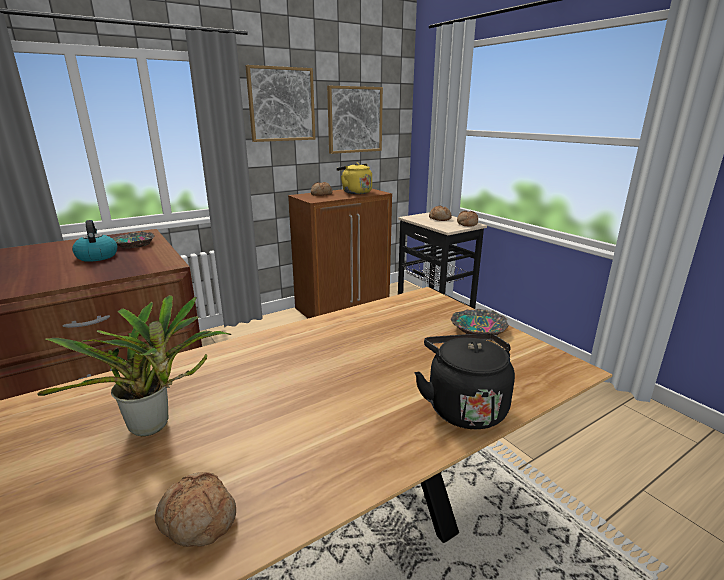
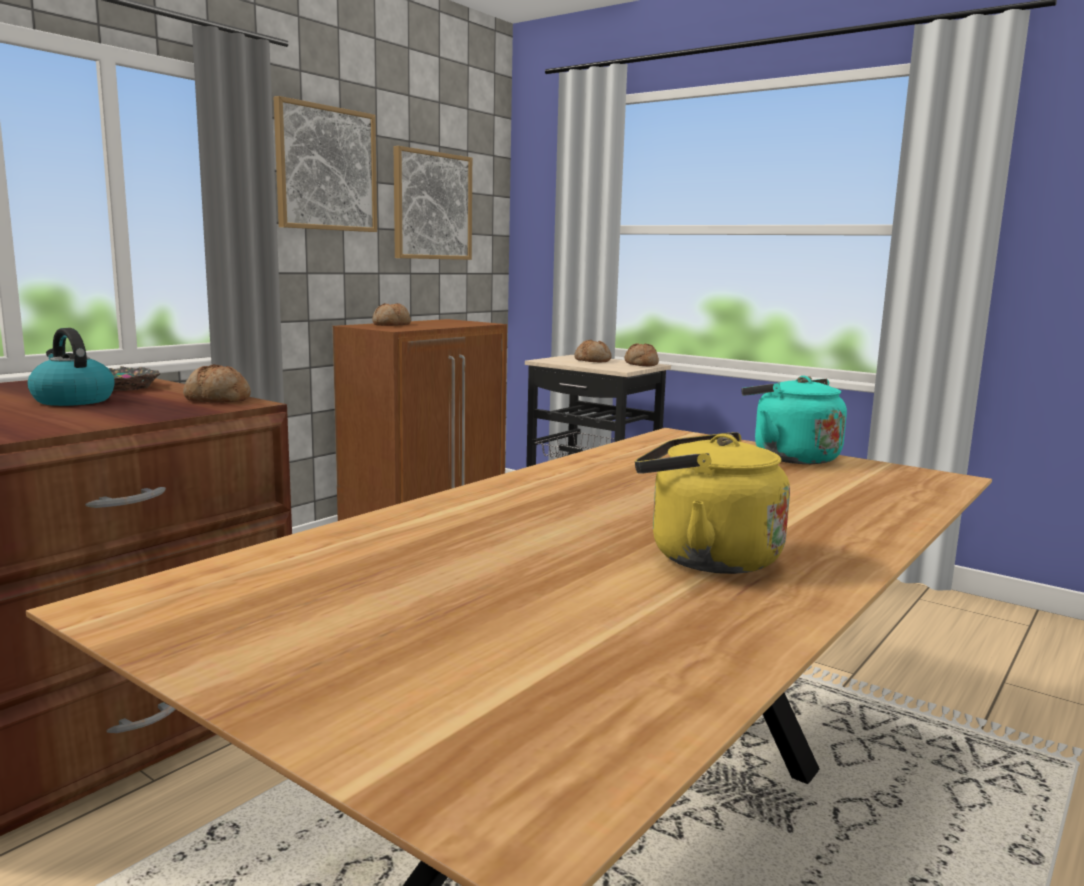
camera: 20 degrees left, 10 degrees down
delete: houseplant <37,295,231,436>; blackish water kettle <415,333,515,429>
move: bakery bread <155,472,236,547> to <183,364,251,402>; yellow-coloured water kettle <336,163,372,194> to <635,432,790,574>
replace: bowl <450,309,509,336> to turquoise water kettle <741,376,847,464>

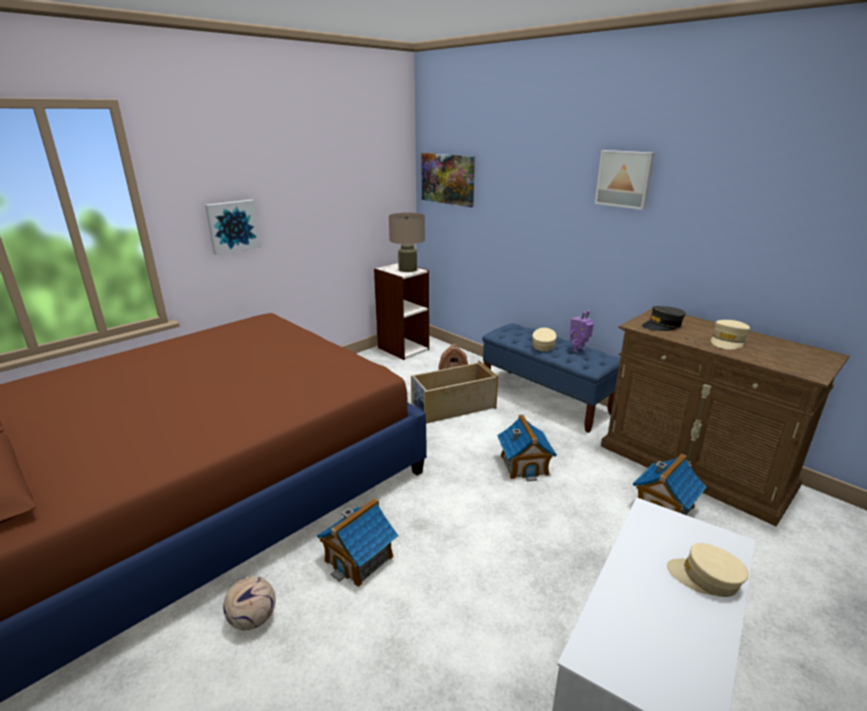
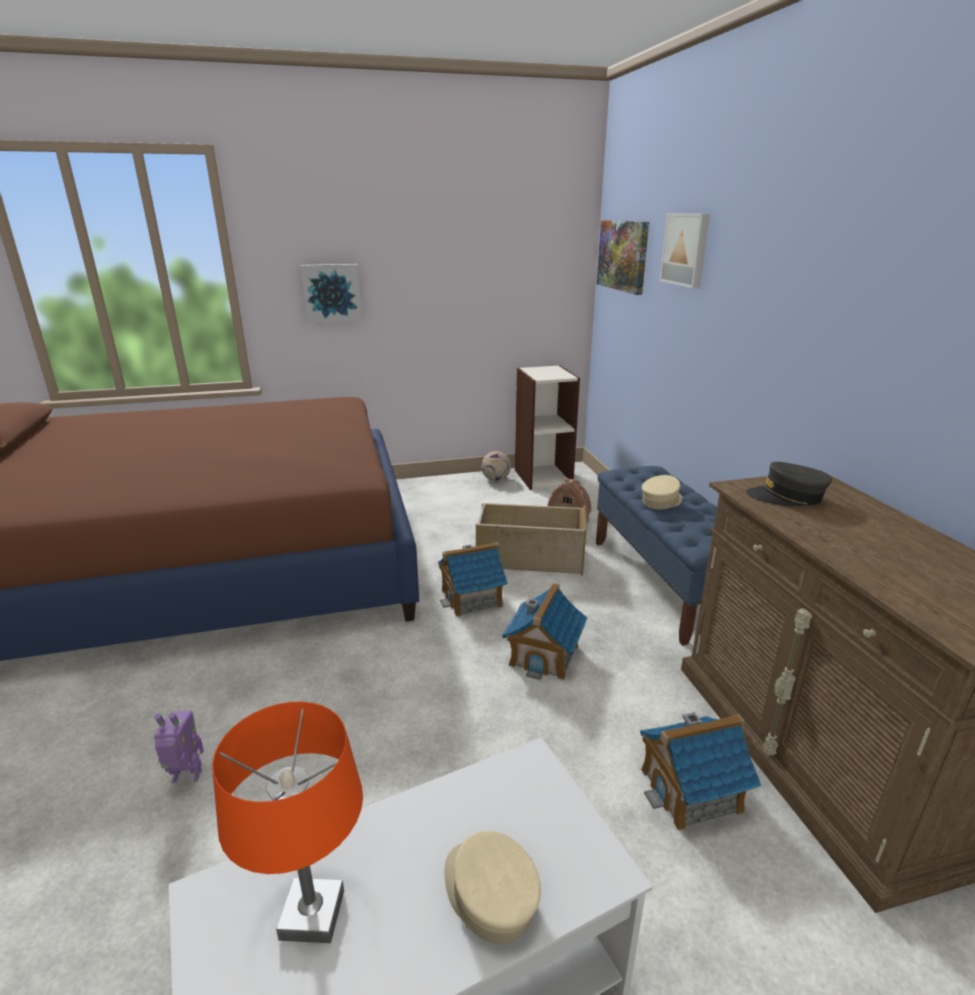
camera: 30 degrees right, 0 degrees up
delete: beige tabletop lamp <389,213,425,272>; beige baseball cap <711,320,750,349>
insert: orange-coloured tabletop lamp <212,701,363,943>
move: ball for football <223,576,276,630> to <481,451,511,481>; model house <317,498,398,587> to <438,542,508,617>; model robot <570,310,594,353> to <154,710,204,783>; wall art <595,150,655,210> to <659,213,710,288>

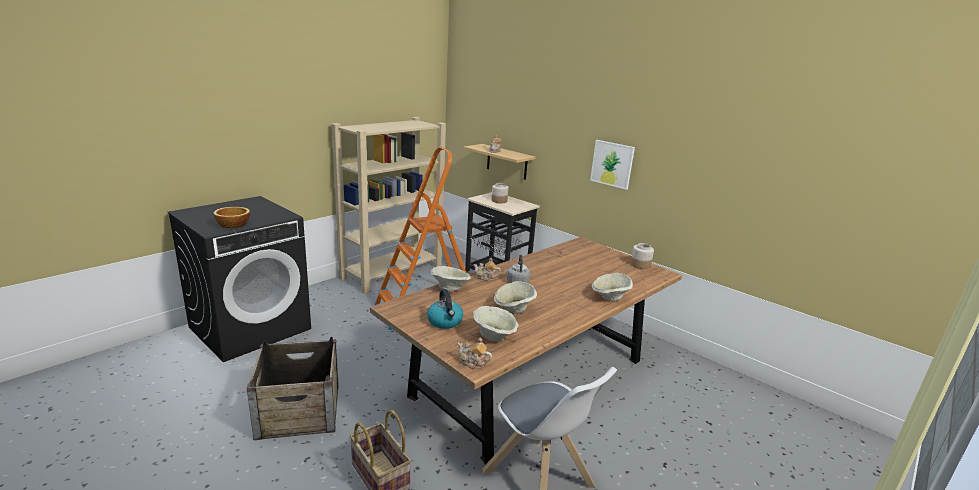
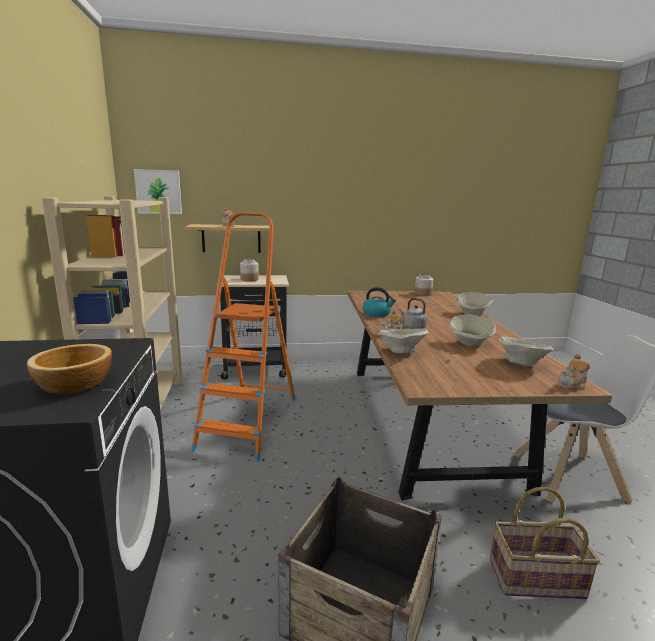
camera: 50 degrees left, 5 degrees down
move: water kettle <427,289,463,329> to <363,287,396,317>; wall art <590,140,635,190> to <134,169,182,214>

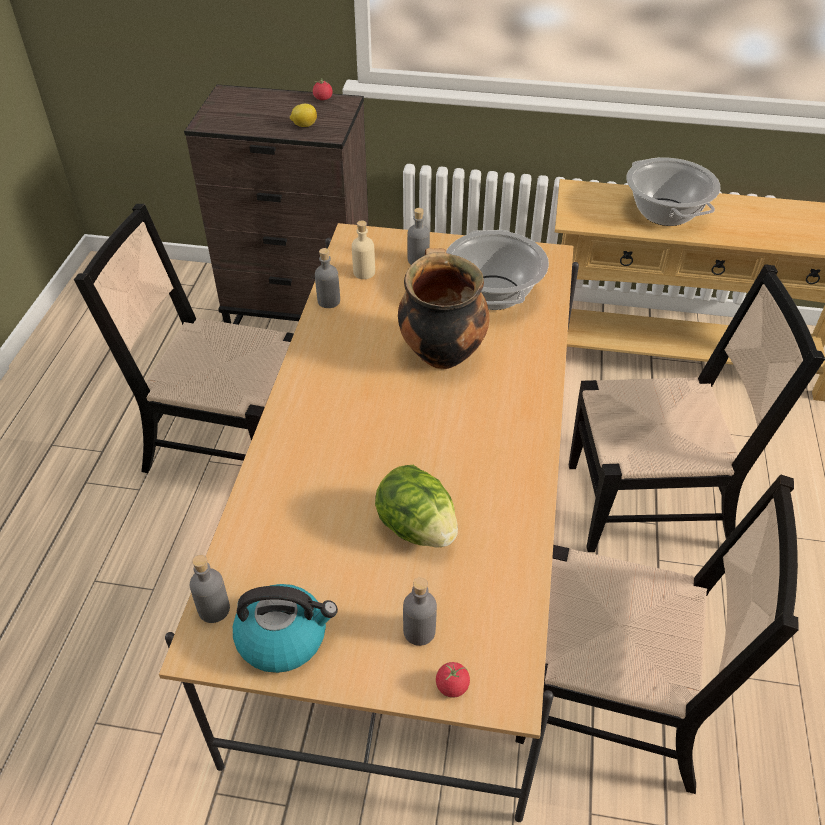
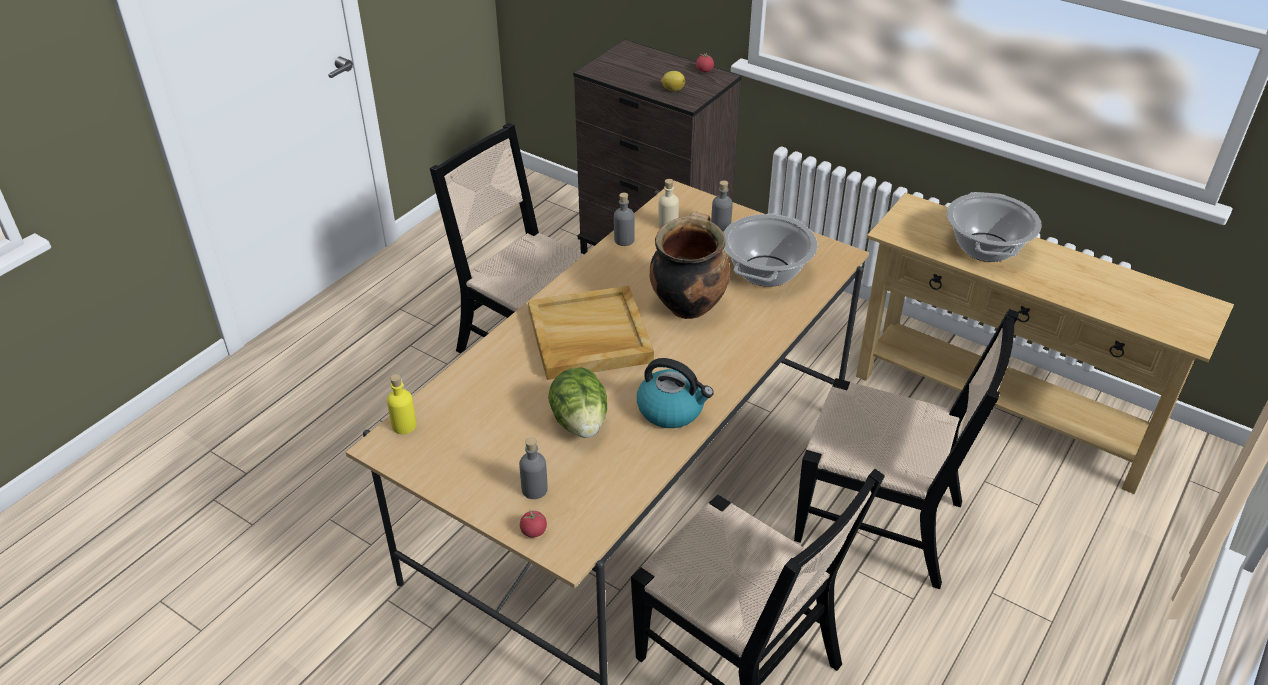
camera: 25 degrees right, 5 degrees down
insert: beige tray <528,286,654,380>
move: water kettle <233,584,338,673> to <637,358,714,428>
recolor: gray bottle <190,555,230,623> to yellow-coloured bottle <387,374,417,434>

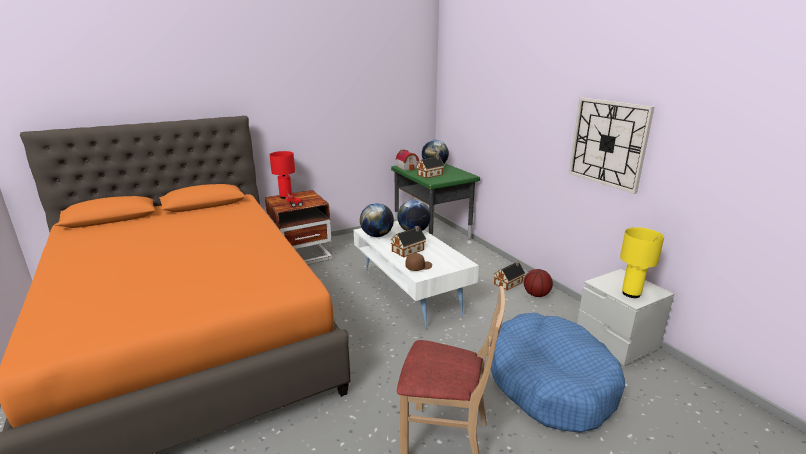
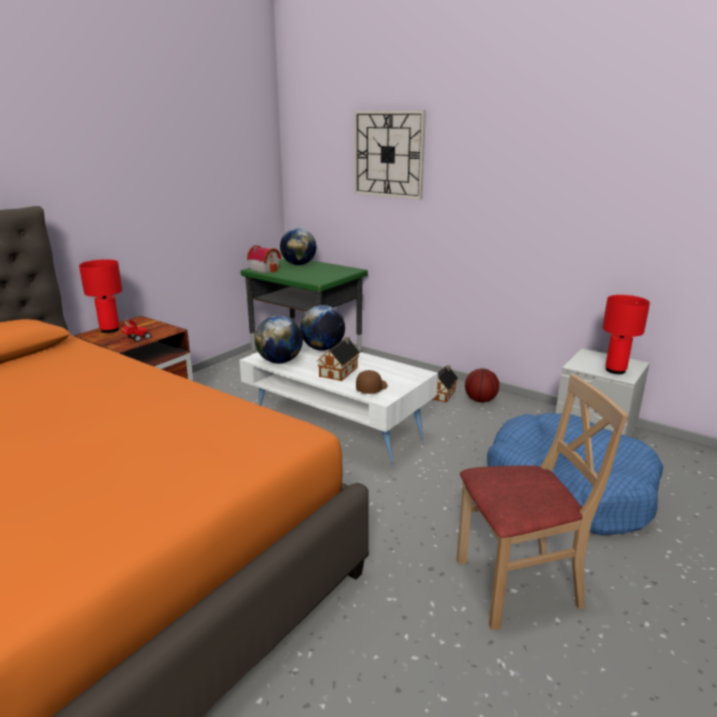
camera: 25 degrees left, 0 degrees up
delete: model house <416,155,445,178>
move: hanging clock <569,97,654,194> to <354,110,426,200>
recolor: yellow-coloured tabletop lamp <620,227,664,298> to reddish tabletop lamp <603,295,650,374>

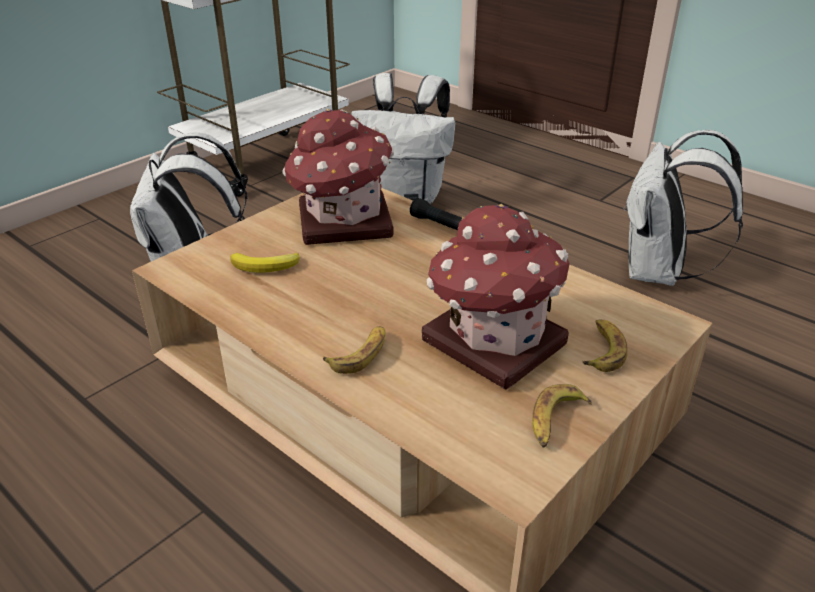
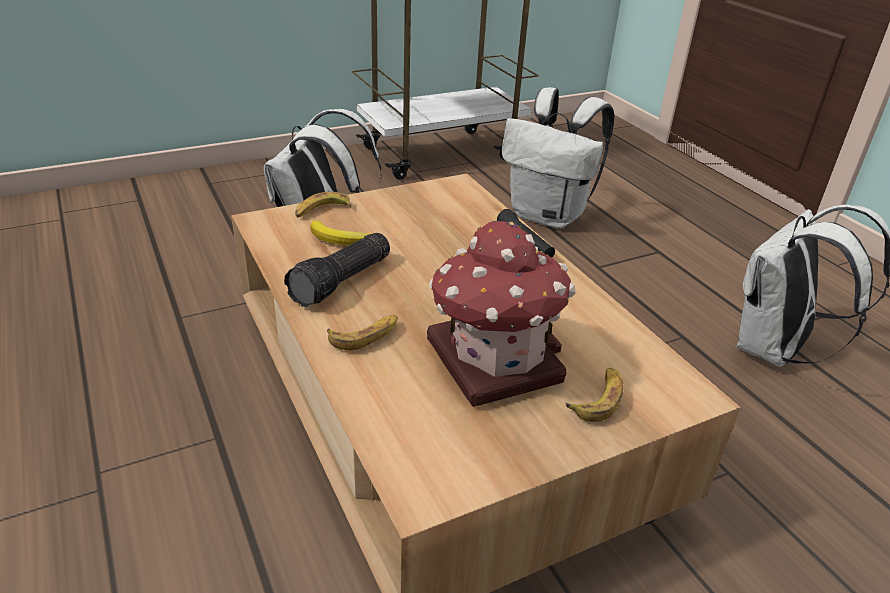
camera: 20 degrees right, 0 degrees up
delete: model house <282,109,394,245>
insert: flashlight <284,233,390,307>
move: whole banana <532,384,592,448> to <295,192,351,218>

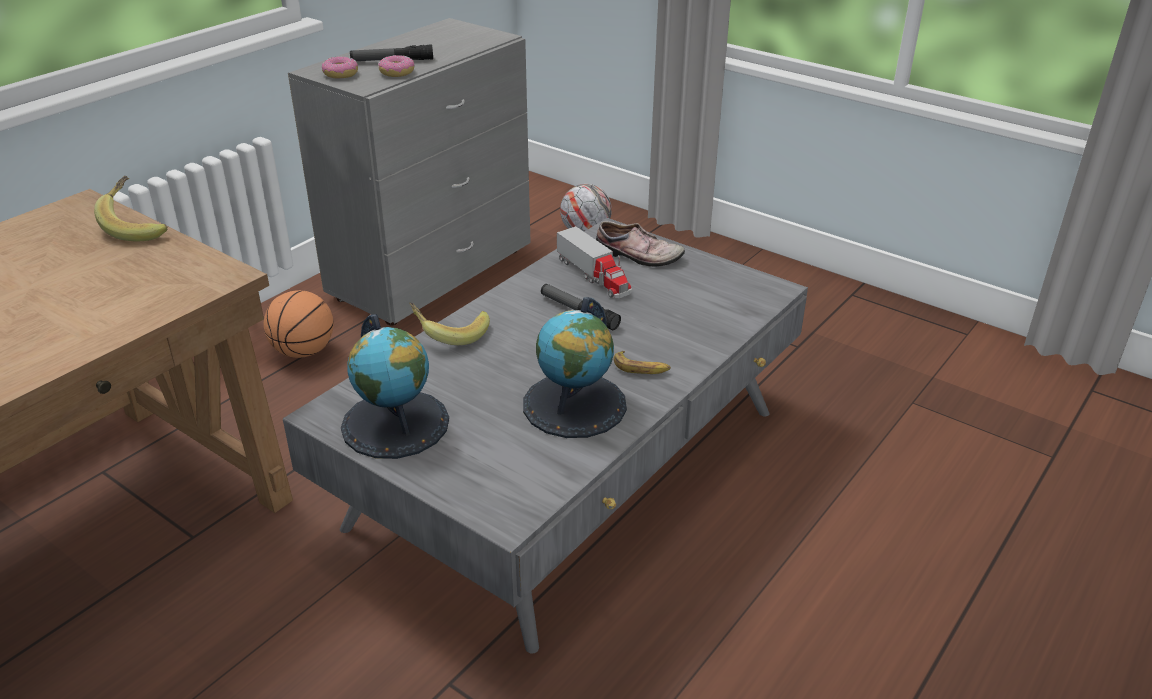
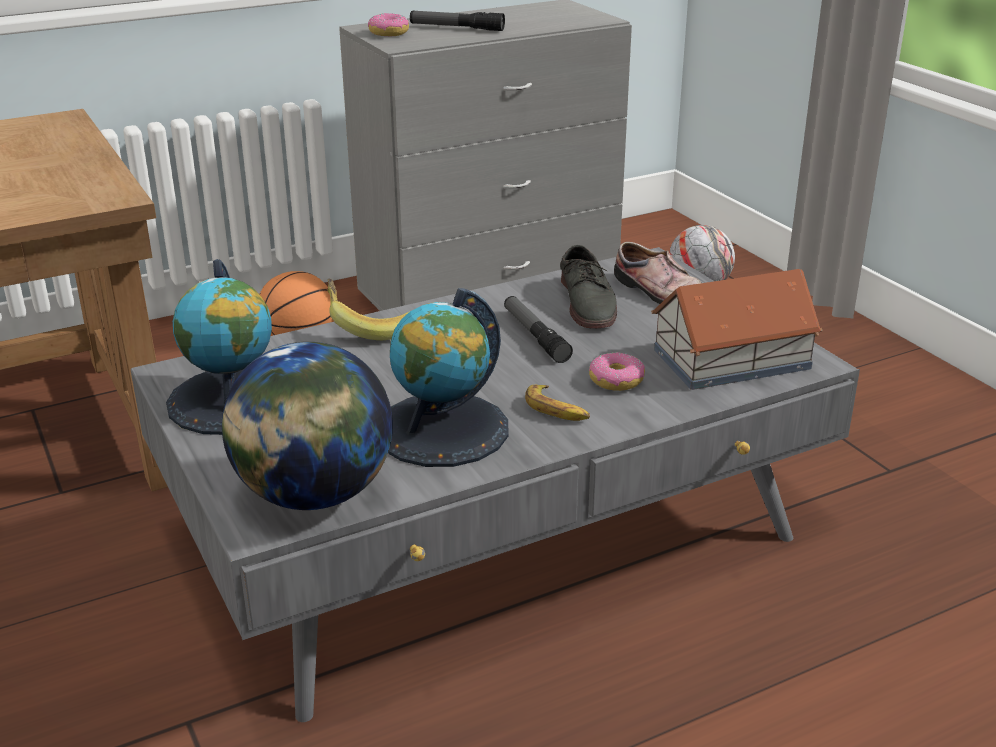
camera: 25 degrees right, 5 degrees down
delete: whole banana <94,176,168,241>
insert: desk globe <222,342,393,510>; model house <651,269,823,390>
move: doughnut <378,55,415,77> to <589,352,645,391>
replace: toy truck <557,226,632,298> to gray low shoe <560,245,617,328>

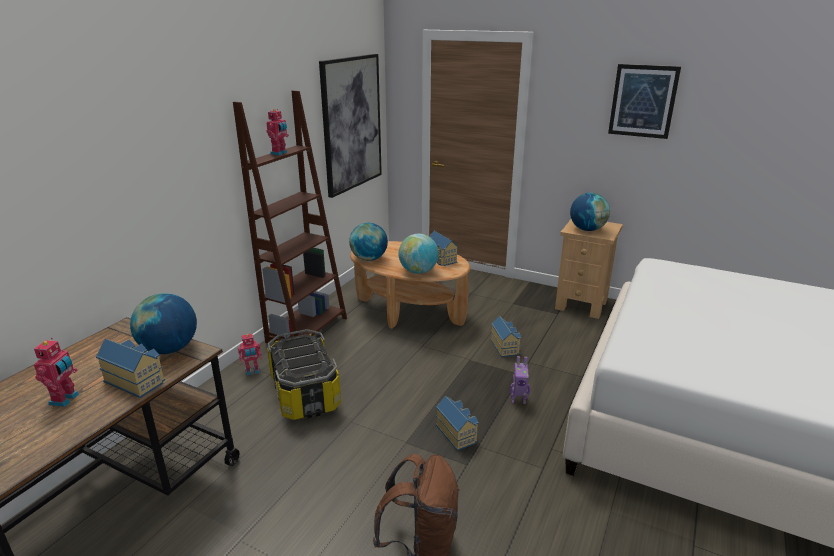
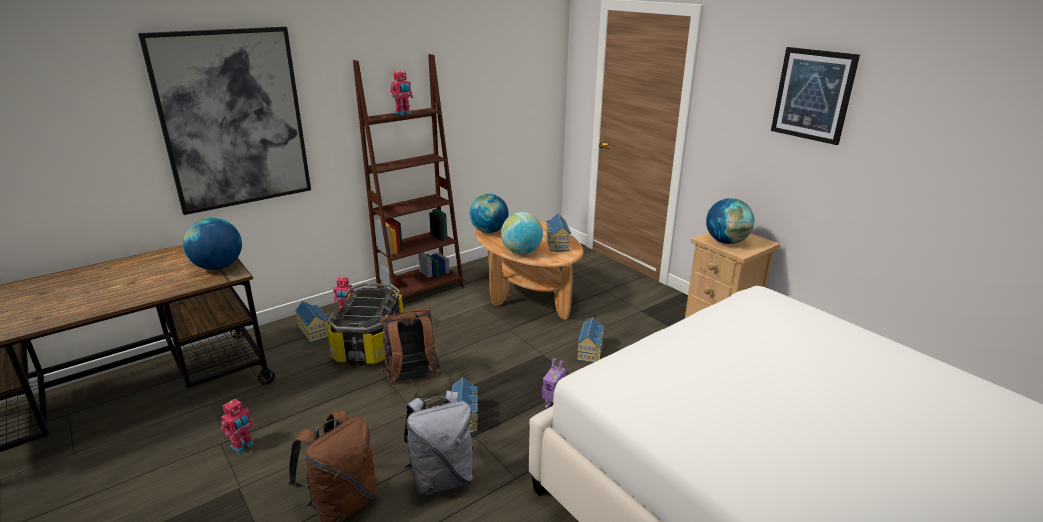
camera: 25 degrees right, 0 degrees up
insert: brown knapsack <380,309,442,385>; gray knapsack <403,391,473,495>
move: model robot <34,338,79,407> to <221,398,255,454>; model house <96,339,165,398> to <295,301,328,343>; wall art <319,54,382,198> to <138,27,311,215>

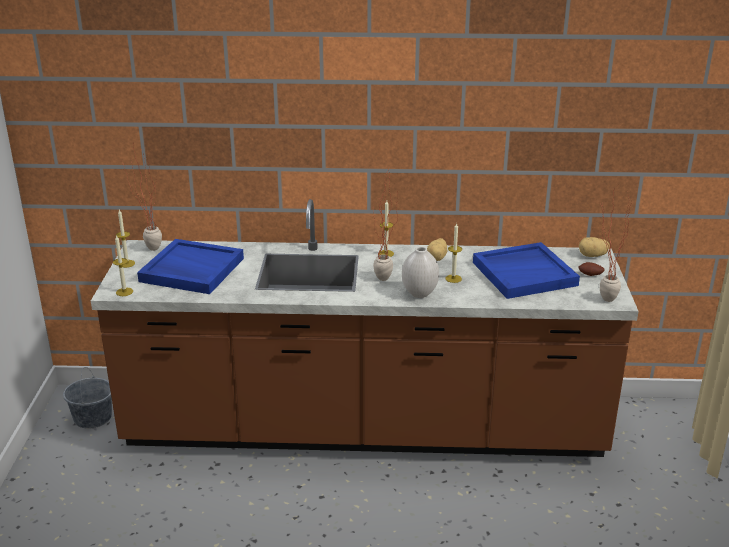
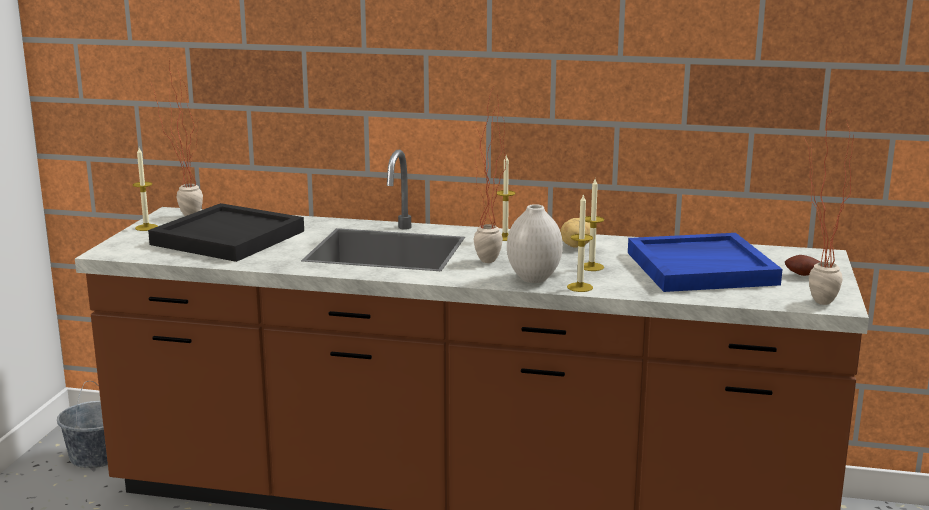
camera: 10 degrees right, 10 degrees down
delete: whole potato <579,237,610,257>
move: candle <113,235,133,296> to <567,194,593,292>
recolor: bluish tray <137,239,244,294> to blackish tray <148,203,304,262>

